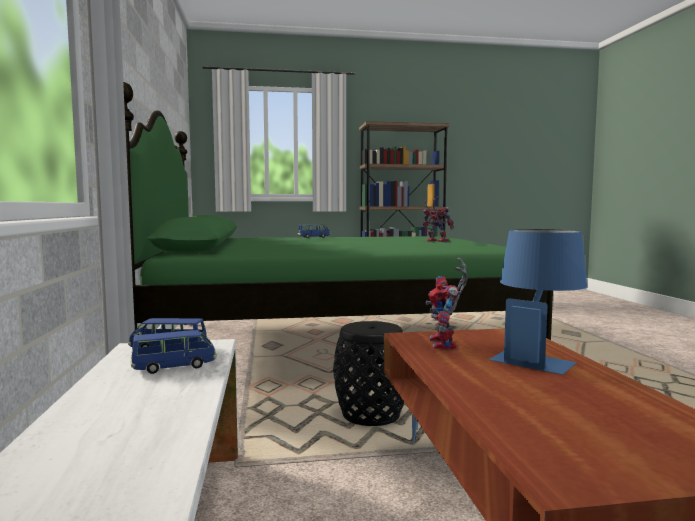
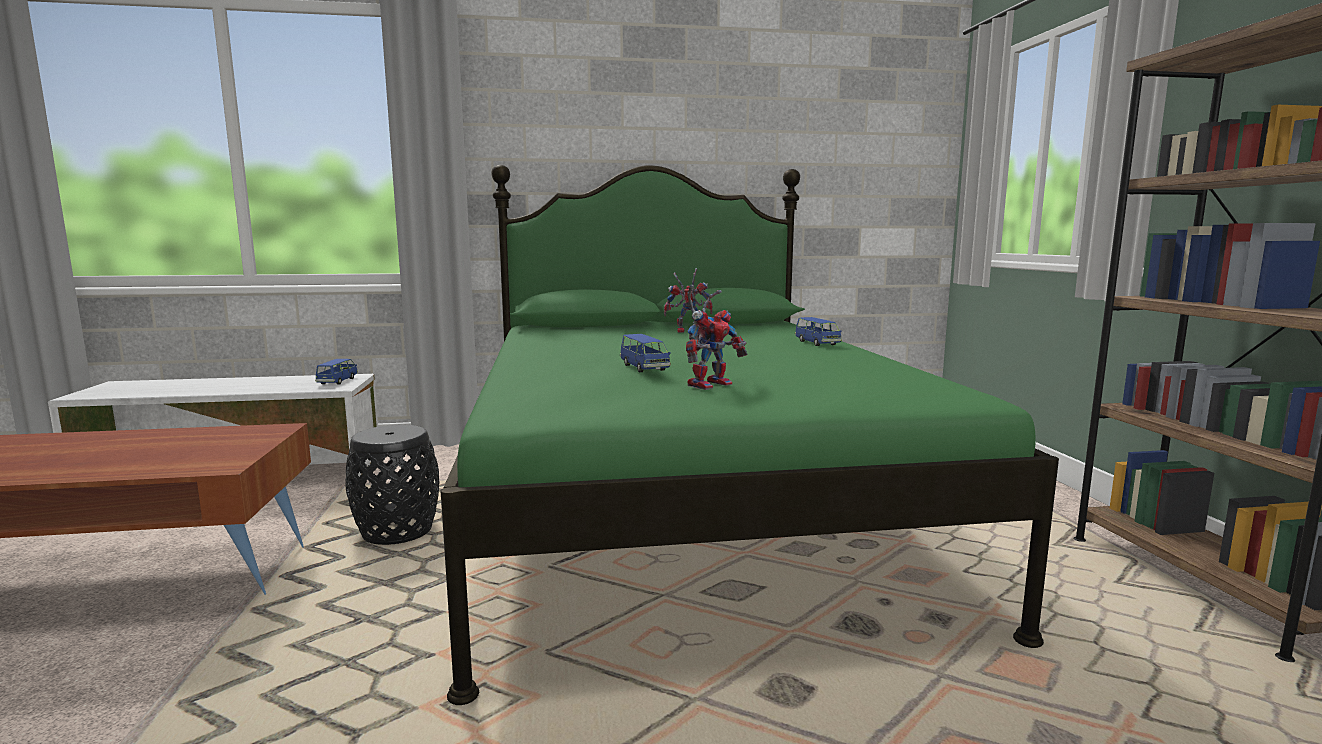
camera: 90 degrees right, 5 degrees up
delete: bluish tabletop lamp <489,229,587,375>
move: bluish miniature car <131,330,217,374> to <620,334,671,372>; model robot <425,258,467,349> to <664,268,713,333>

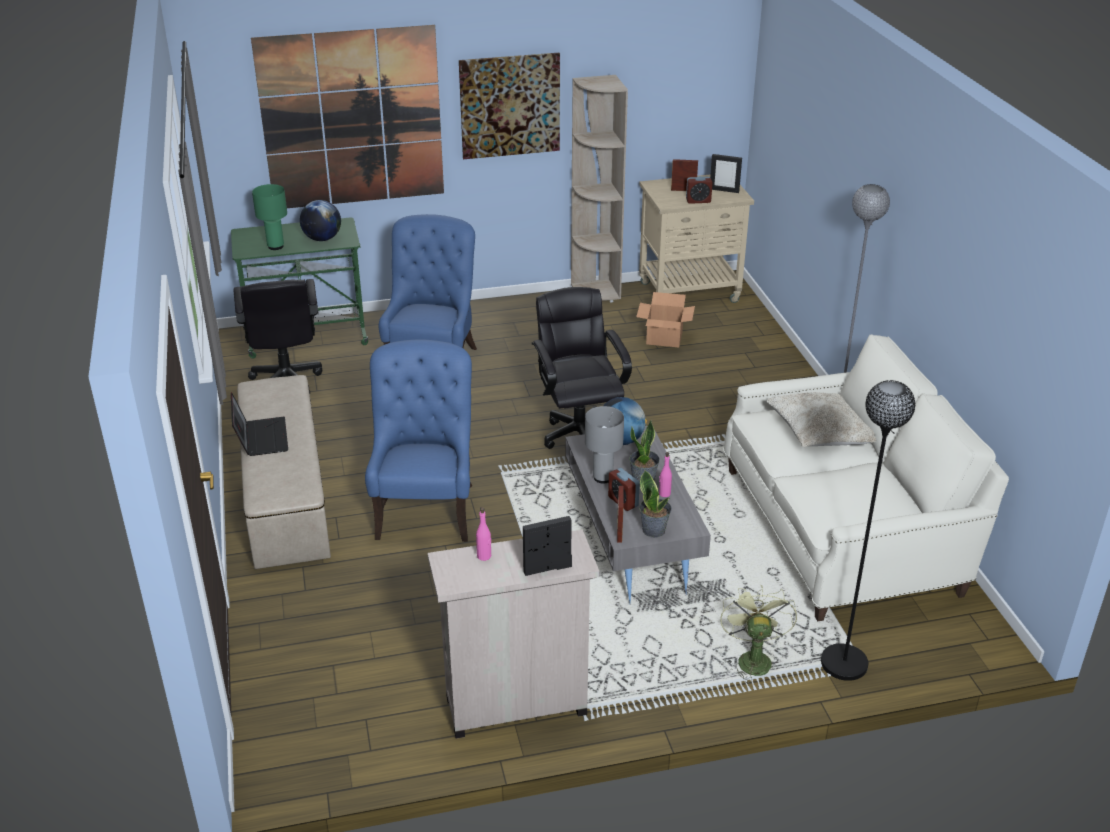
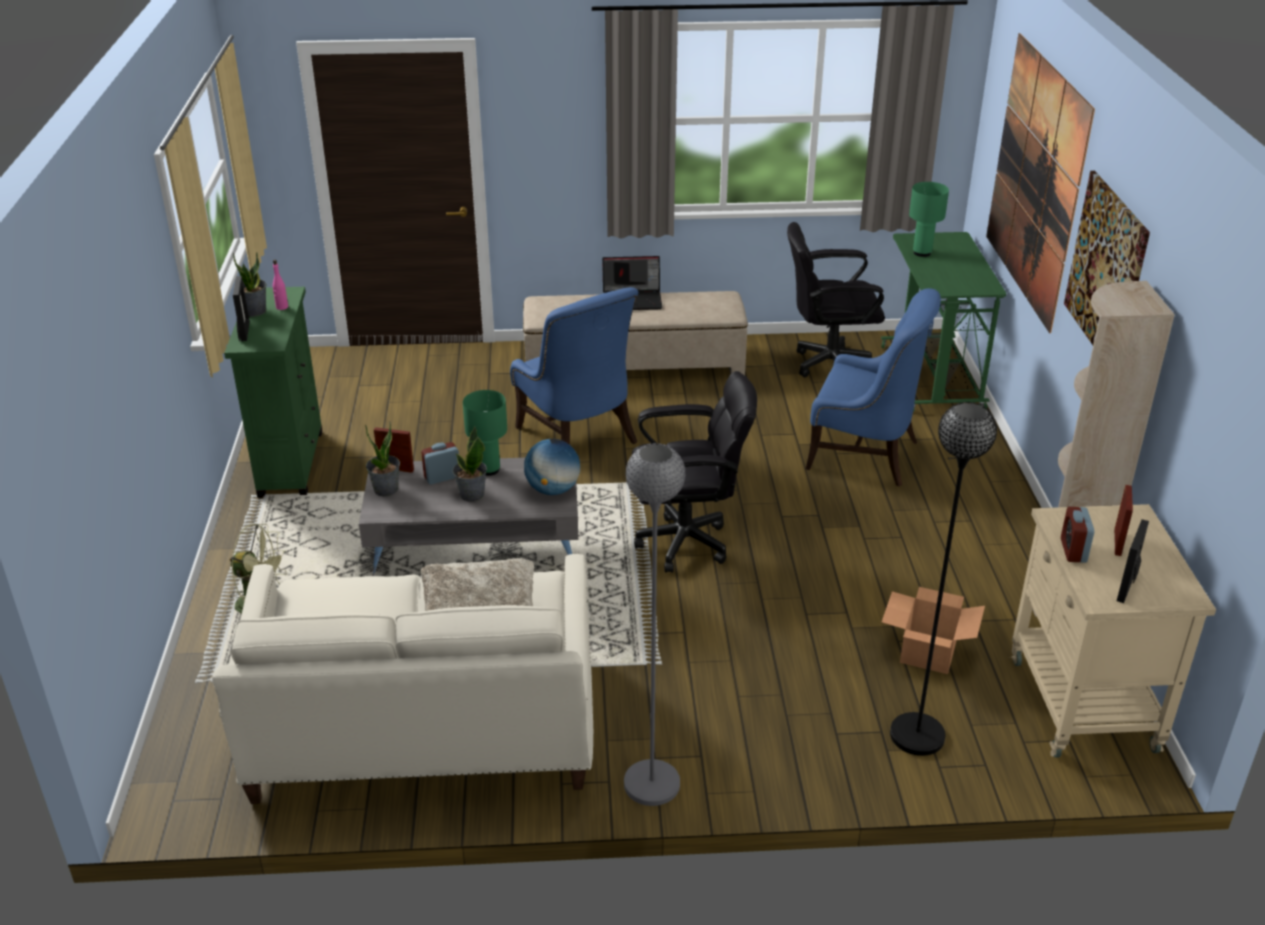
camera: 100 degrees right, 0 degrees up
delete: desk globe <300,200,341,241>; pink-coloured bottle <659,452,672,497>
insert: houseplant <233,252,267,317>
move: blackish standard lamp <821,380,915,681> to <890,402,997,756>
recolor: beige storage cabinet <428,530,599,739> to greenish storage cabinet <224,287,322,498>; gray tabletop lamp <585,406,624,484> to greenish tabletop lamp <463,390,507,476>
rotate: bluish chair <365,339,472,542> = <510,287,638,445> 45 degrees clockwise

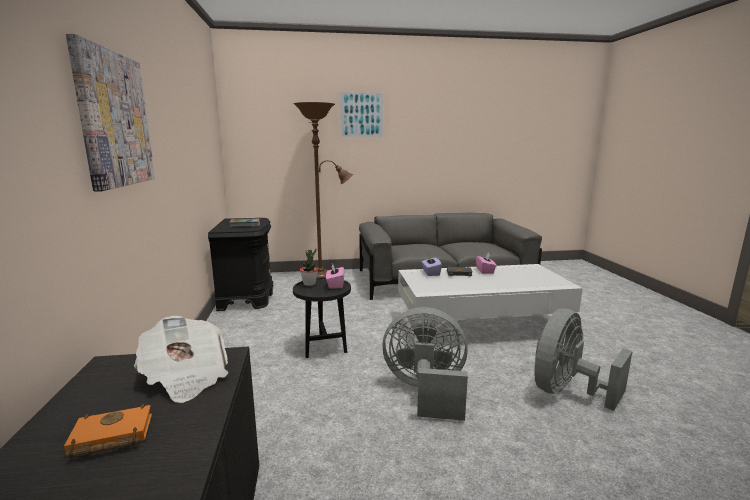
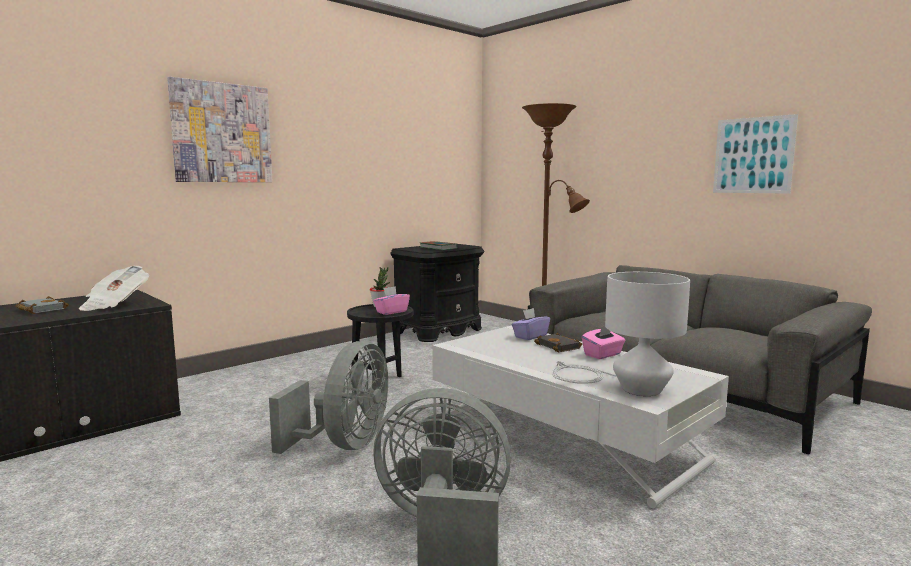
camera: 55 degrees right, 5 degrees down
insert: gray tabletop lamp <552,272,690,396>
move: wall art <340,92,383,138> to <713,114,798,194>
recolor: orange-coloured bound book <64,404,152,458> to gray bound book <15,296,69,314>
rotate: gray fan <382,307,468,421> = <269,341,388,454> 45 degrees clockwise

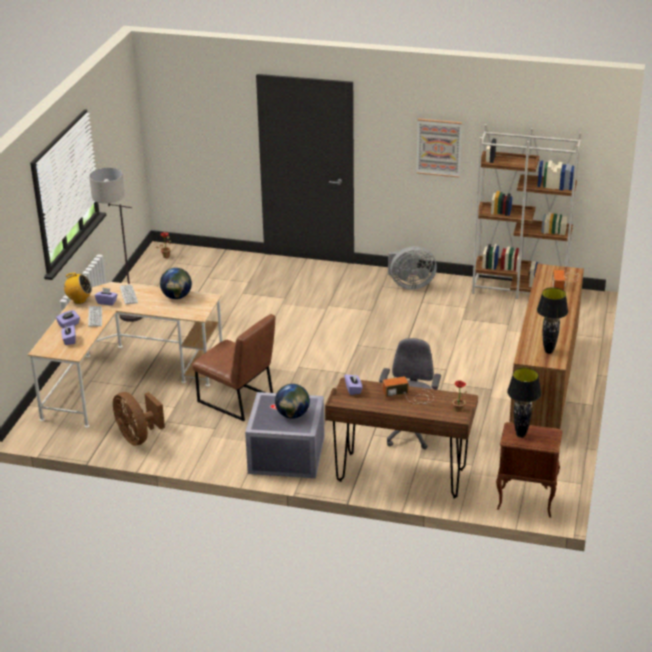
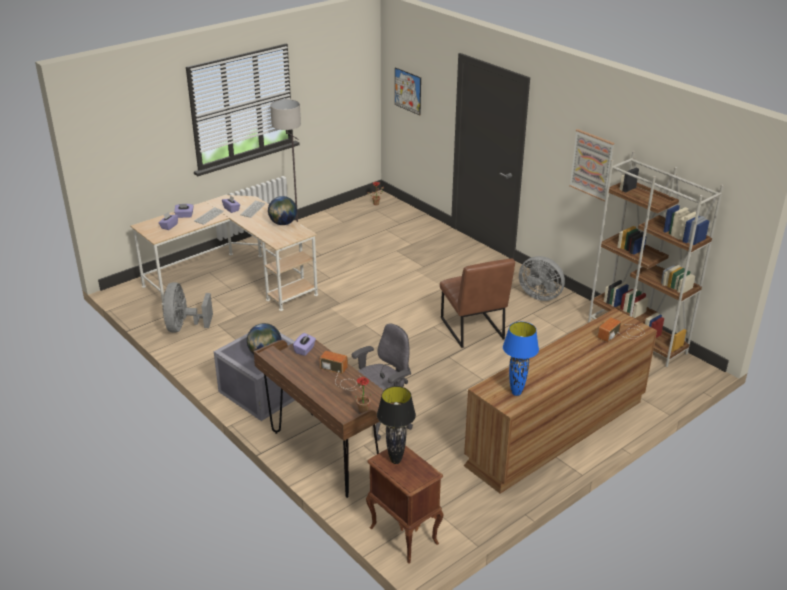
camera: 35 degrees right, 0 degrees up
delete: radio <62,273,92,304>
insert: wall art <395,68,421,115>
move: brown chair <192,314,275,421> to <440,259,515,348>
recolor: brown fan <113,392,165,446> to gray fan <162,282,213,333>; blackish tabletop lamp <537,287,568,354> to bluish tabletop lamp <503,322,539,396>

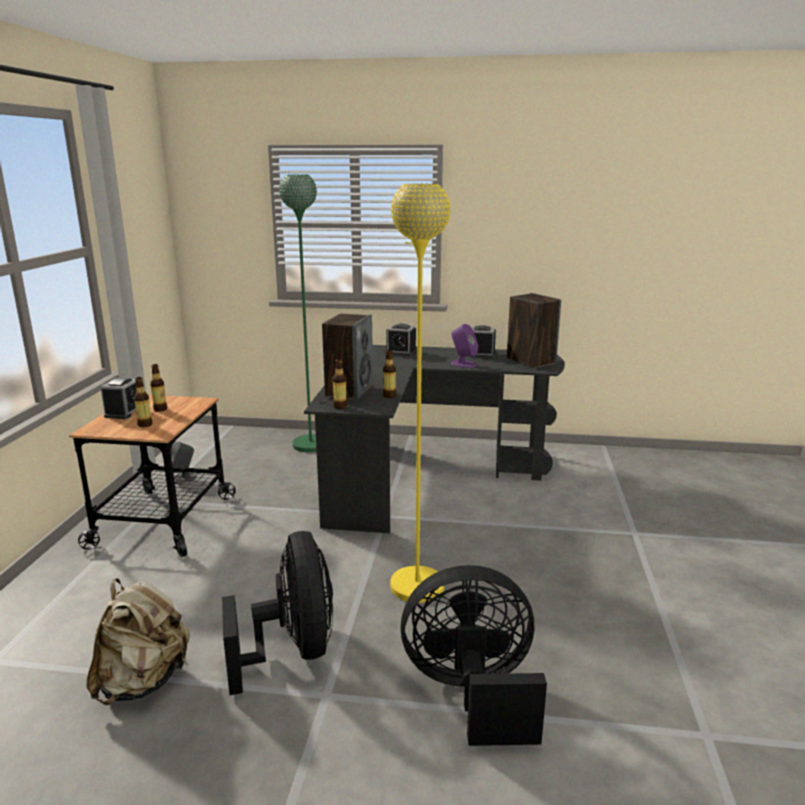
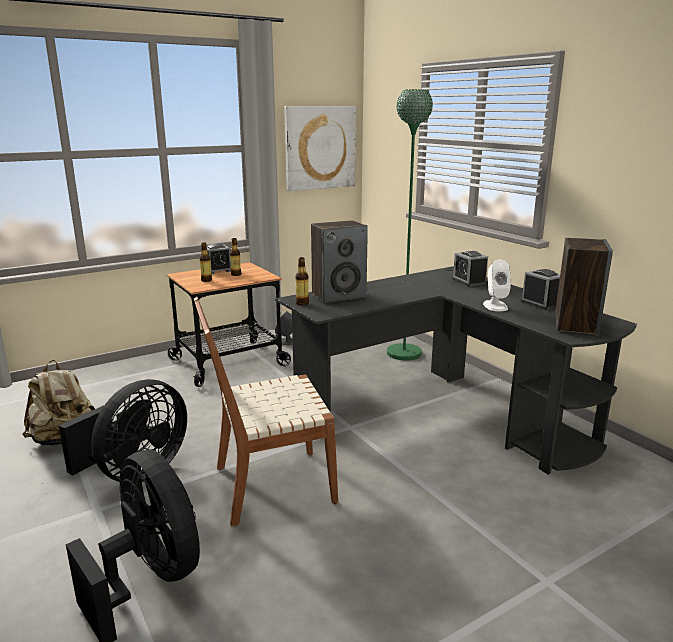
camera: 50 degrees right, 0 degrees up
delete: bottle <383,350,396,398>
insert: wall art <284,106,356,191>
replace: yellow-coloured standard lamp <390,184,451,603> to chair <194,297,338,527>
recolor: purple audio speaker <451,324,478,368> to whitish audio speaker <483,260,511,311>

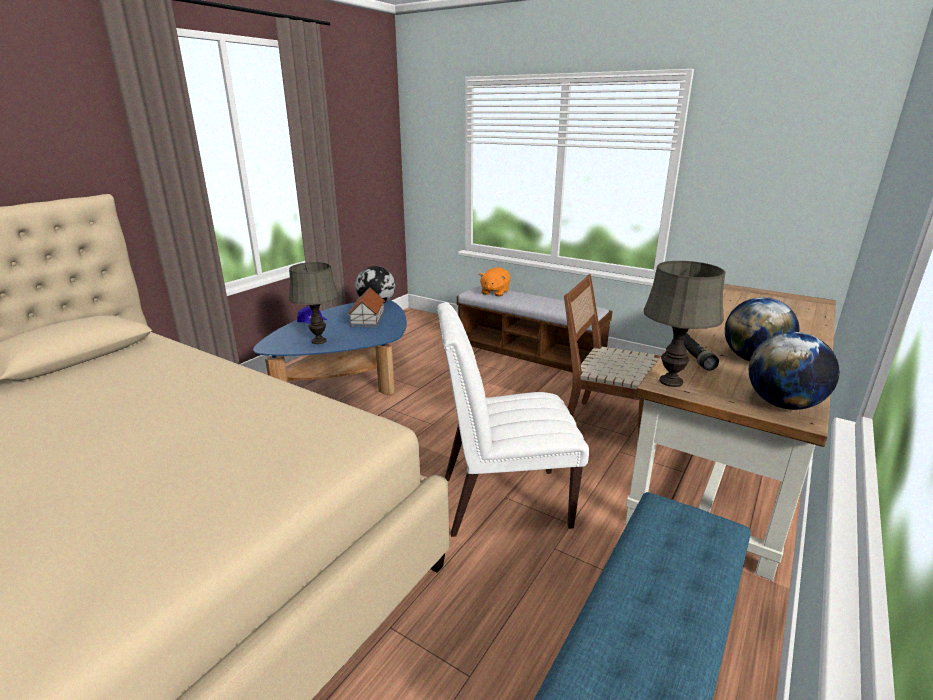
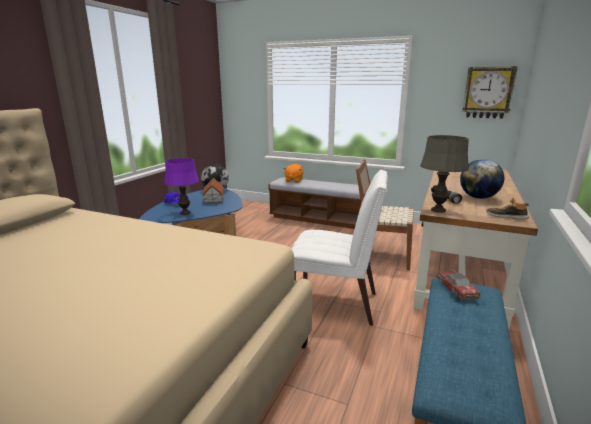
camera: 10 degrees left, 5 degrees down
insert: miniature car <437,269,481,300>; hanging clock <463,66,518,119>
replace: desk globe <749,332,839,410> to low shoe <487,198,529,220>
recolor: gray tabletop lamp <289,262,338,344> to purple tabletop lamp <164,158,199,215>
rotate: whitish chair <437,302,589,537> = <292,170,388,326> 150 degrees counterclockwise

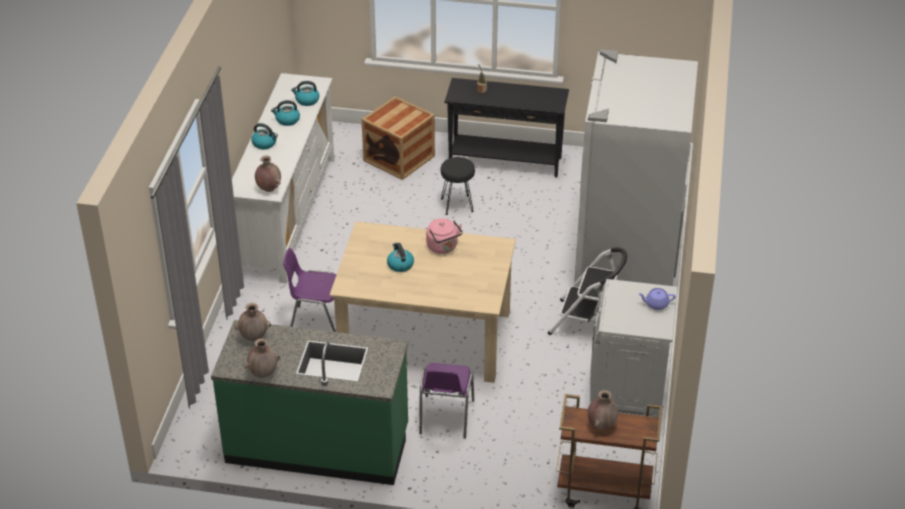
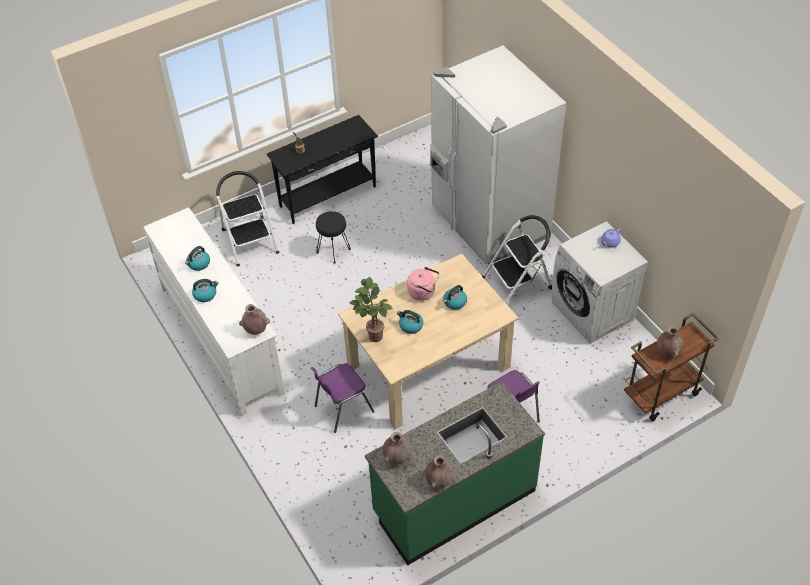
camera: 40 degrees left, 10 degrees up
insert: houseplant <350,277,393,342>
move: water kettle <291,81,319,106> to <443,285,467,310>
replace: shipping crate <362,96,435,180> to step stool <216,171,279,266>

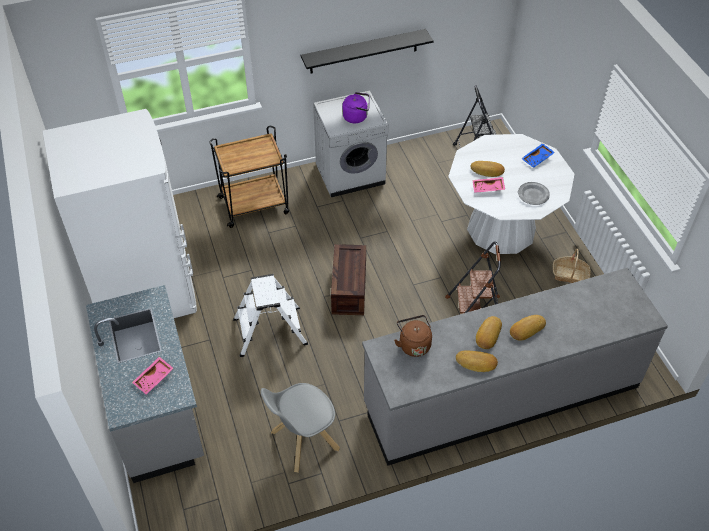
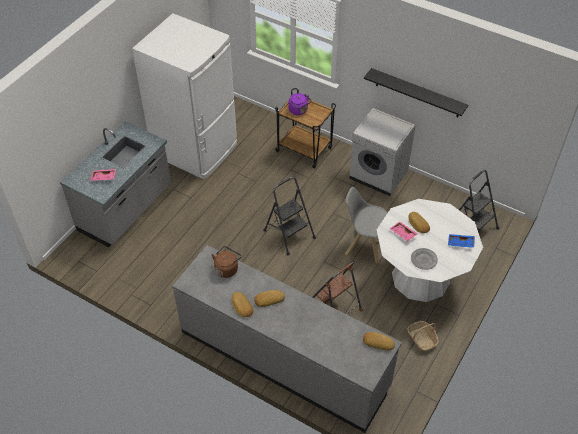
camera: 50 degrees right, 0 degrees up
delete: whitish step stool <233,274,308,357>
move: gray chair <261,383,340,473> to <345,187,388,264>; purple water kettle <342,92,370,123> to <289,93,311,115>; bakery bread <510,315,546,341> to <363,332,395,351>
replace: shipping crate <331,244,366,315> to blackish step stool <263,177,316,255>

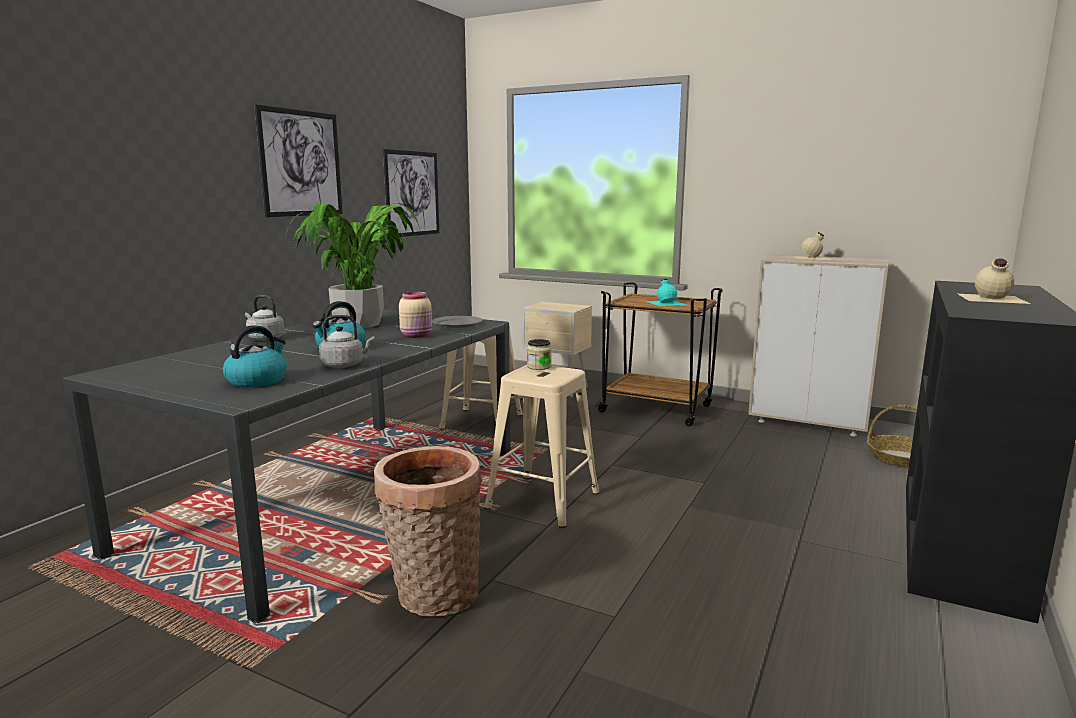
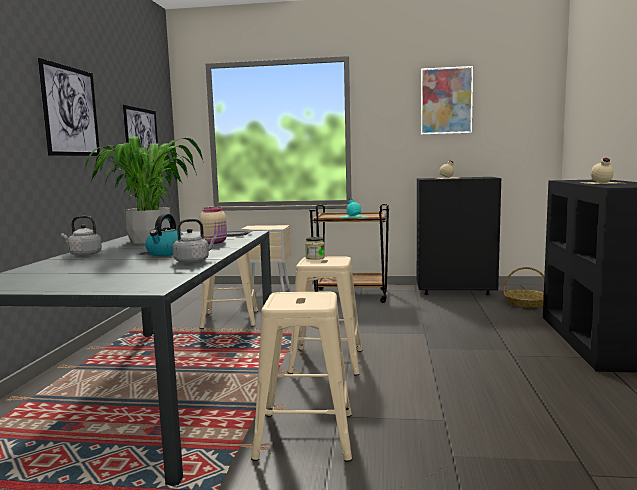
camera: 20 degrees left, 5 degrees down
delete: water kettle <223,325,287,387>
insert: wall art <421,66,473,135>
replace: household basket <374,446,482,616> to beige stool seat <251,292,352,462>
recolor: beige storage cabinet <748,254,889,436> to blackish storage cabinet <416,177,501,295>

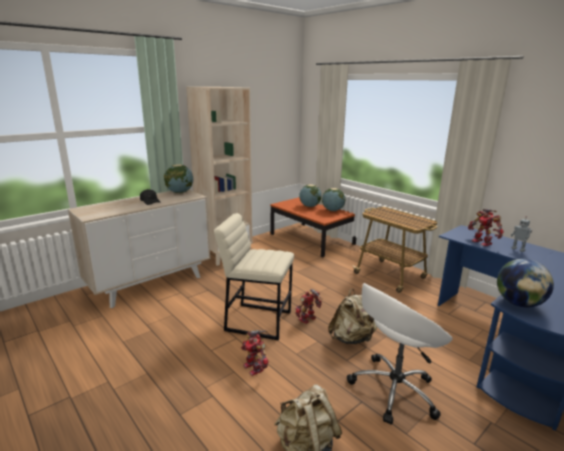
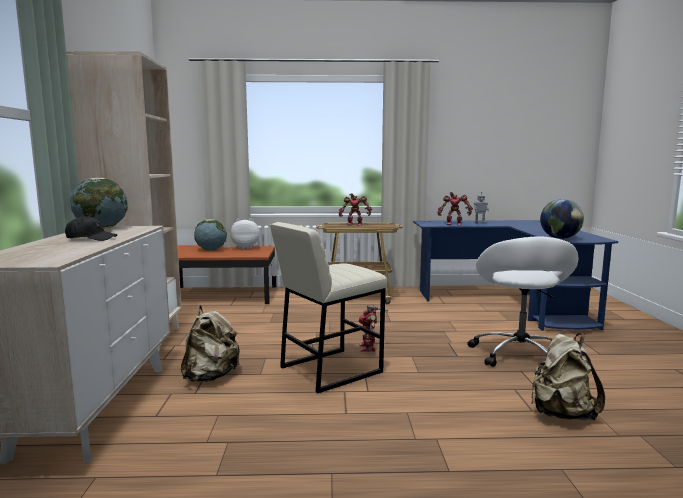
camera: 50 degrees left, 10 degrees down
move: model robot <241,330,269,376> to <339,193,372,226>; beige knapsack <328,289,377,344> to <181,305,240,382>
replace: desk globe <322,188,346,211> to plush toy <230,218,260,249>

